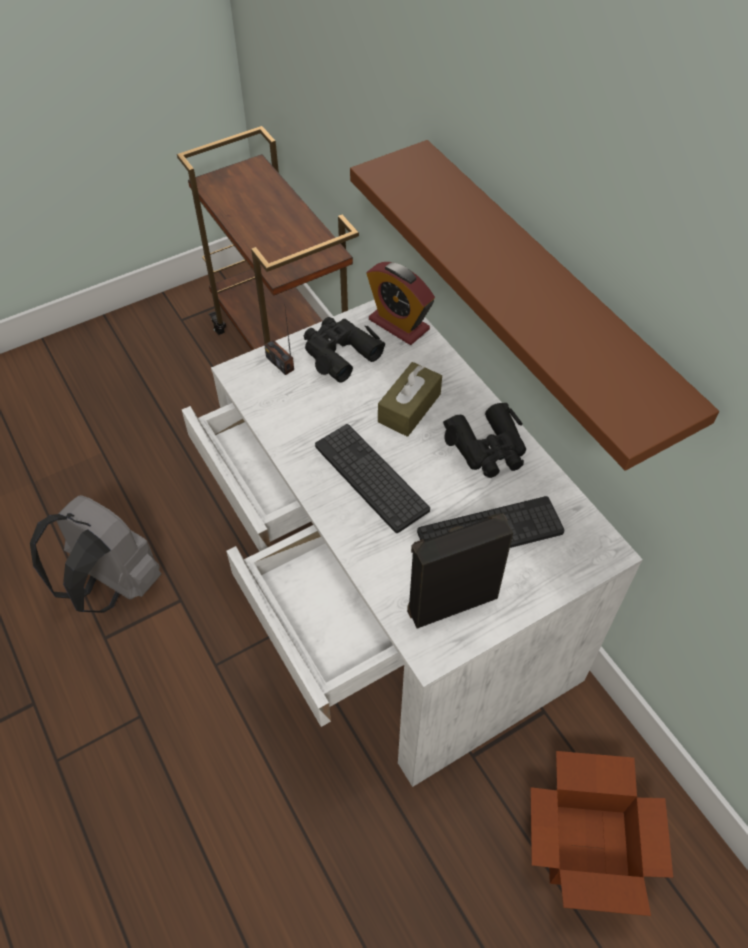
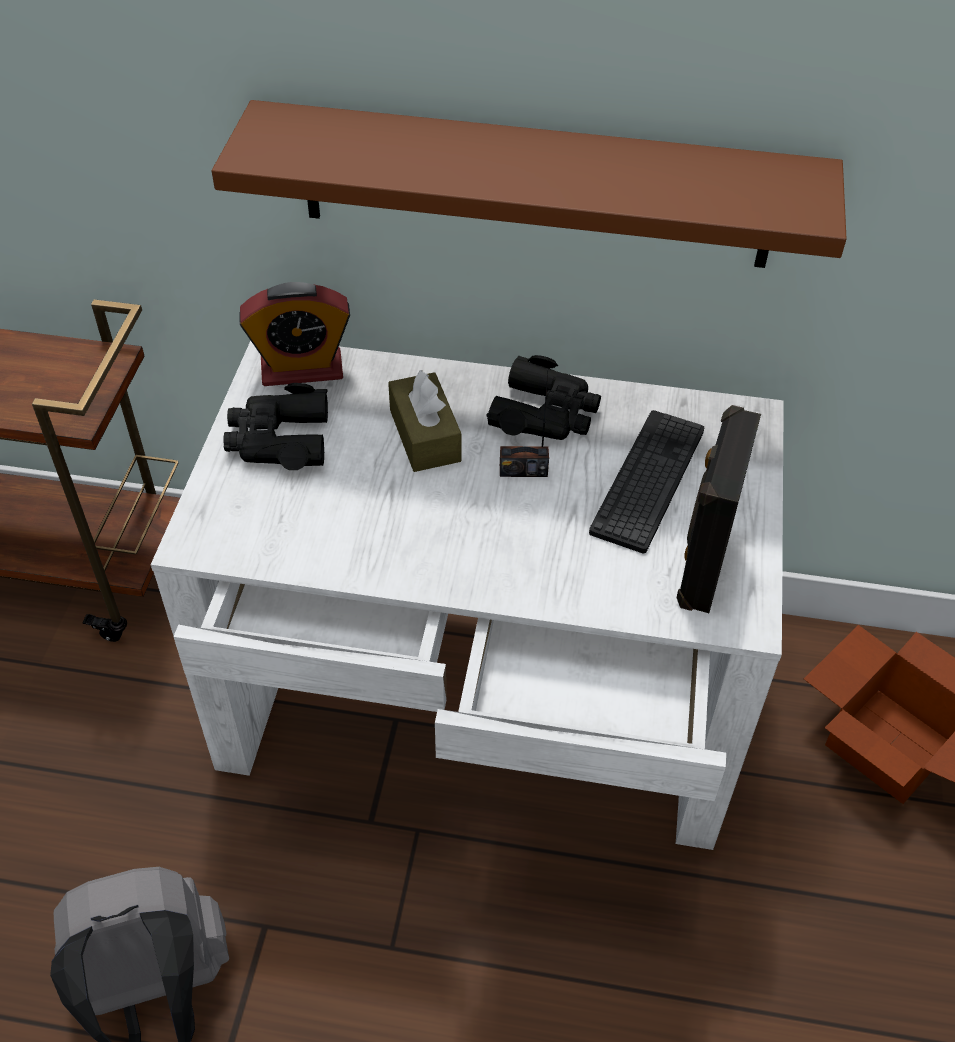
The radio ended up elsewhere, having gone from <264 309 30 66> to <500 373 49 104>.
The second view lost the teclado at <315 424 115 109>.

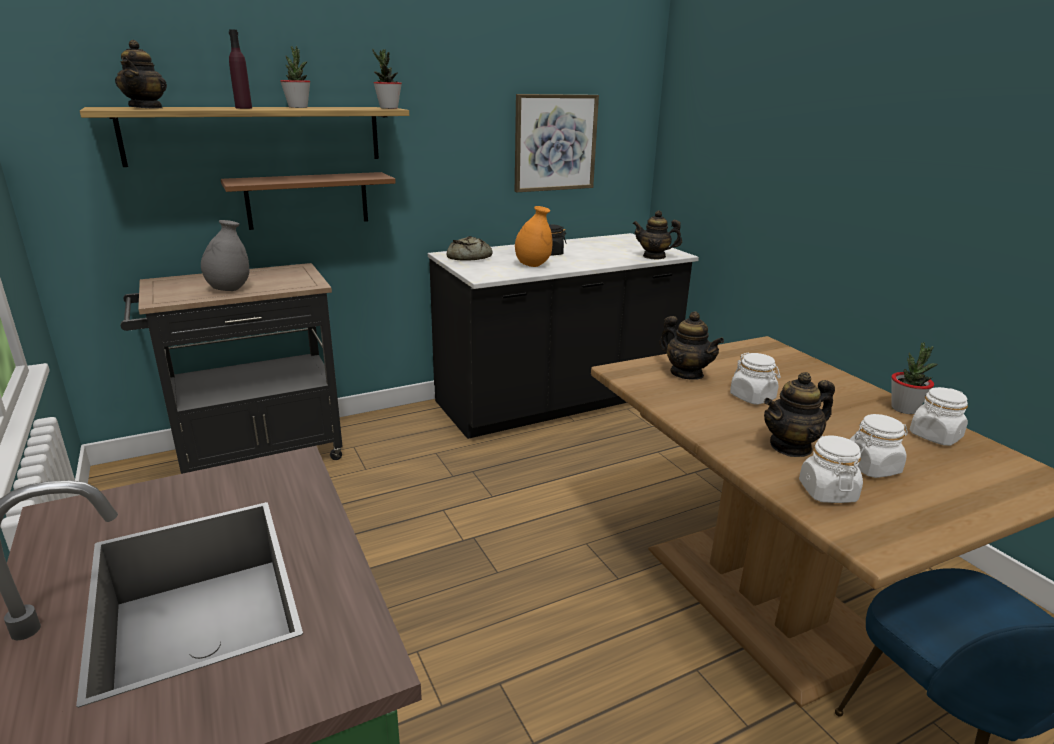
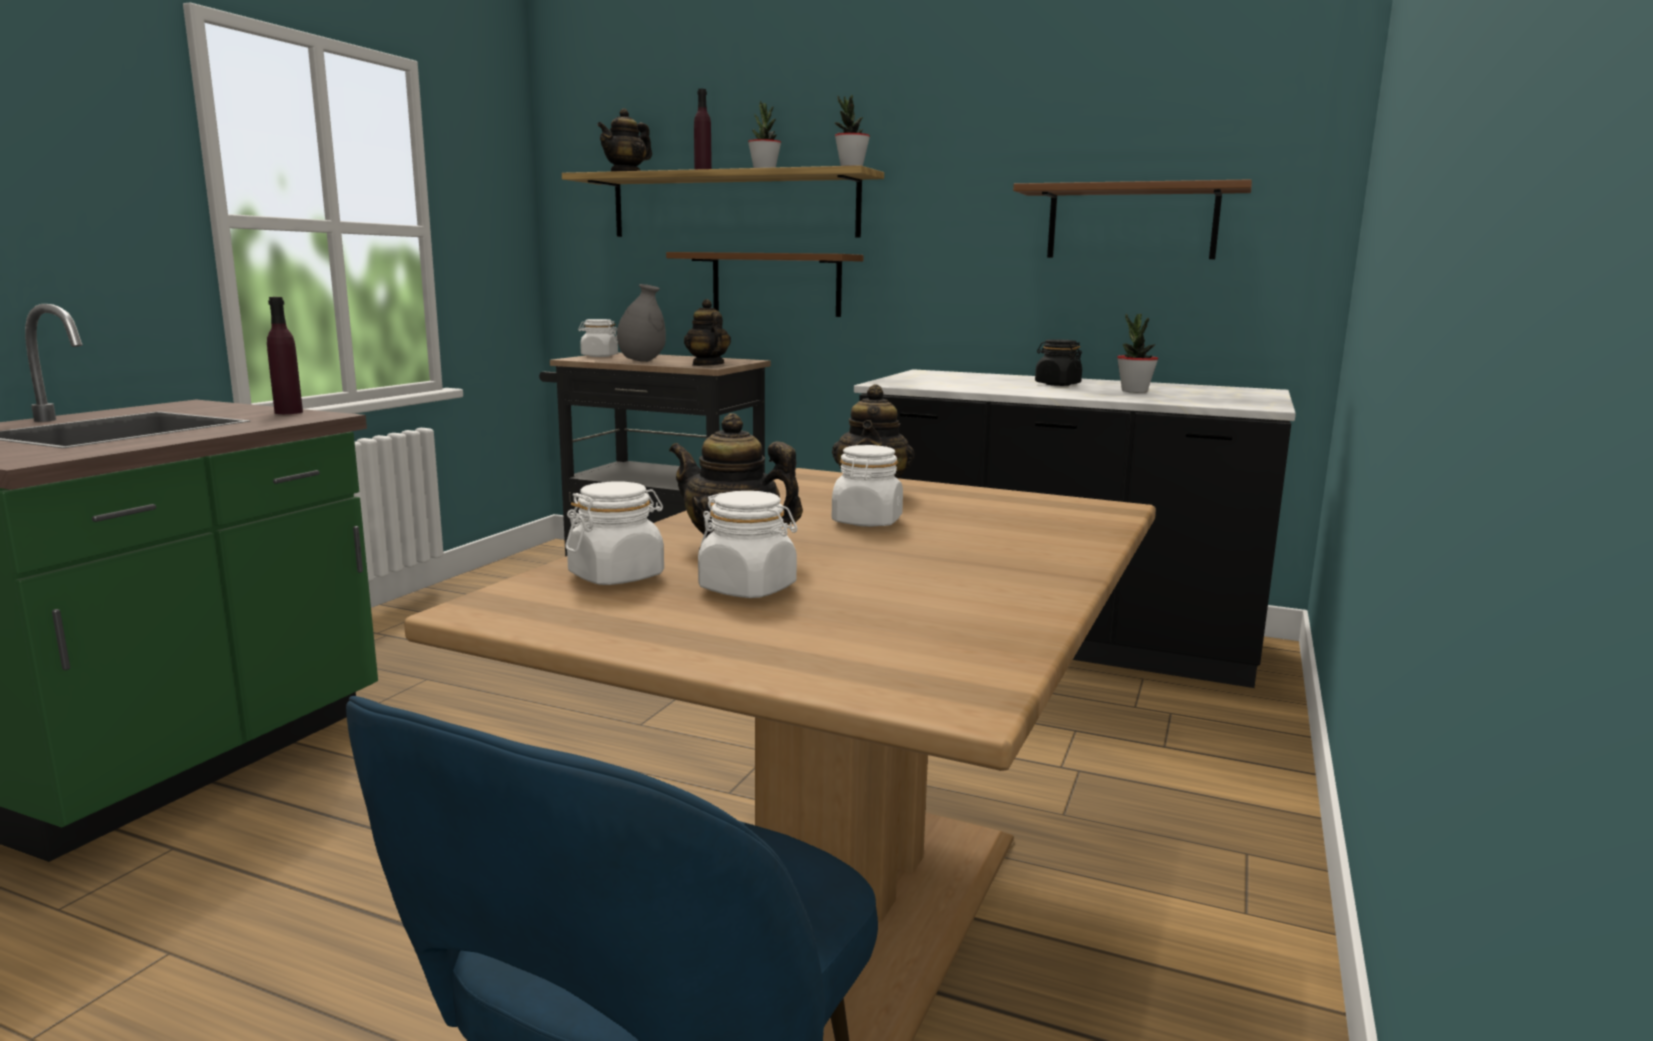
The second view gained the botella (morado) at <267 297 36 117>.
The tarro (blanco) ended up elsewhere, having gone from <910 387 58 59> to <578 319 40 38>.
The tetera ended up elsewhere, having gone from <633 211 49 49> to <684 299 47 67>.
Where the cuadro hung at <515 94 84 98>, the estante (marrón) came to hang at <1013 179 239 80>.
The planta en maceta ended up elsewhere, having gone from <891 342 47 72> to <1117 314 41 79>.
The second view lost the pan at <447 236 46 24>.
The second view lost the florero (naranja) at <515 206 37 61>.

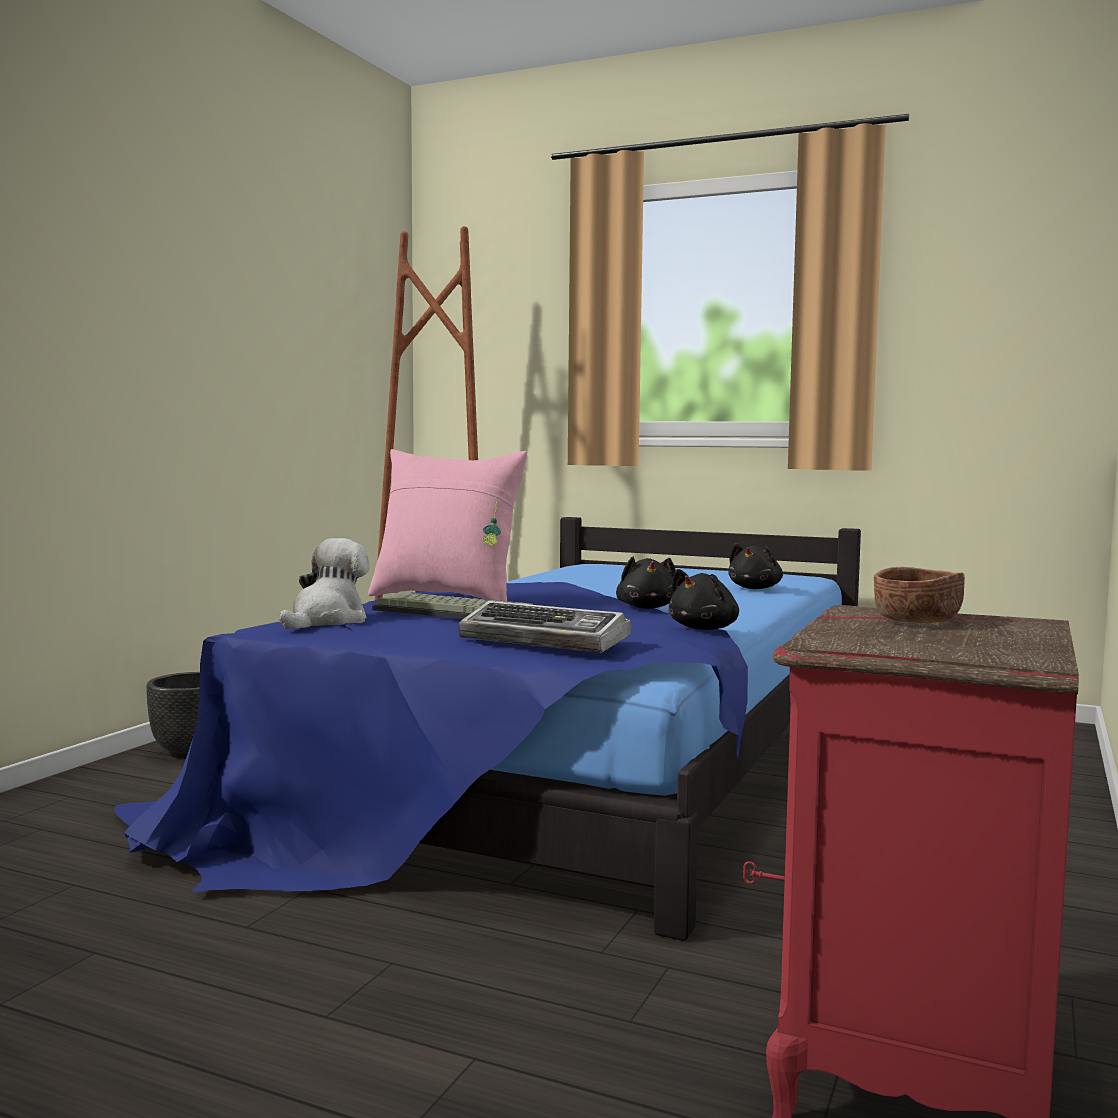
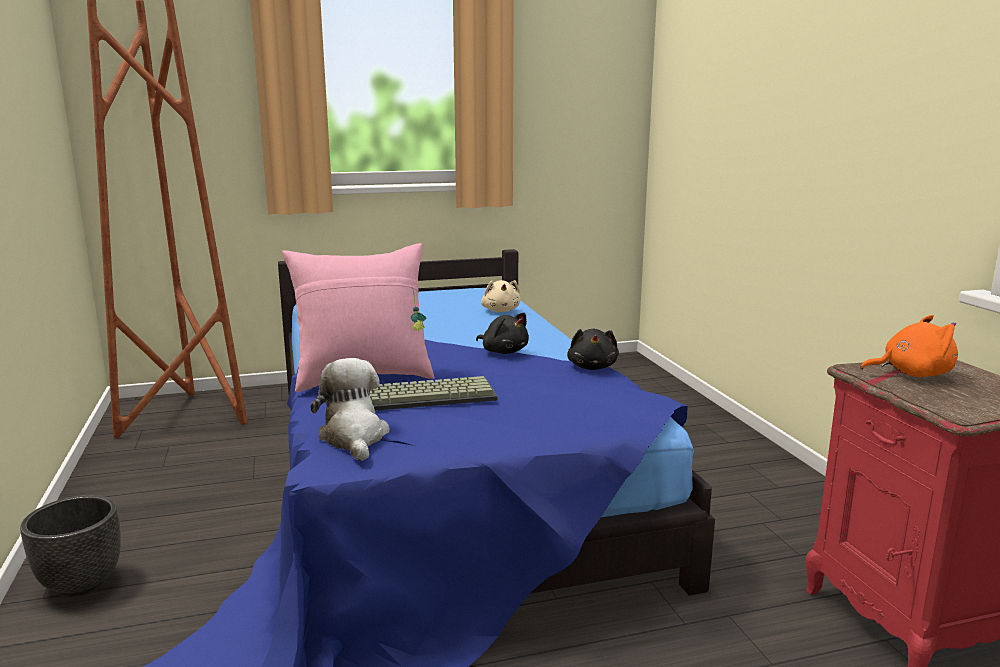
What was the peluche (negro) at <728 543 55 46> turned into the peluche (beis) at <481 280 39 32>.
Where the cuenco (marrón) stood at <874 567 91 56>, the peluche (naranja) came to stand at <860 315 98 62>.
The second view lost the teclado at <459 601 172 52>.

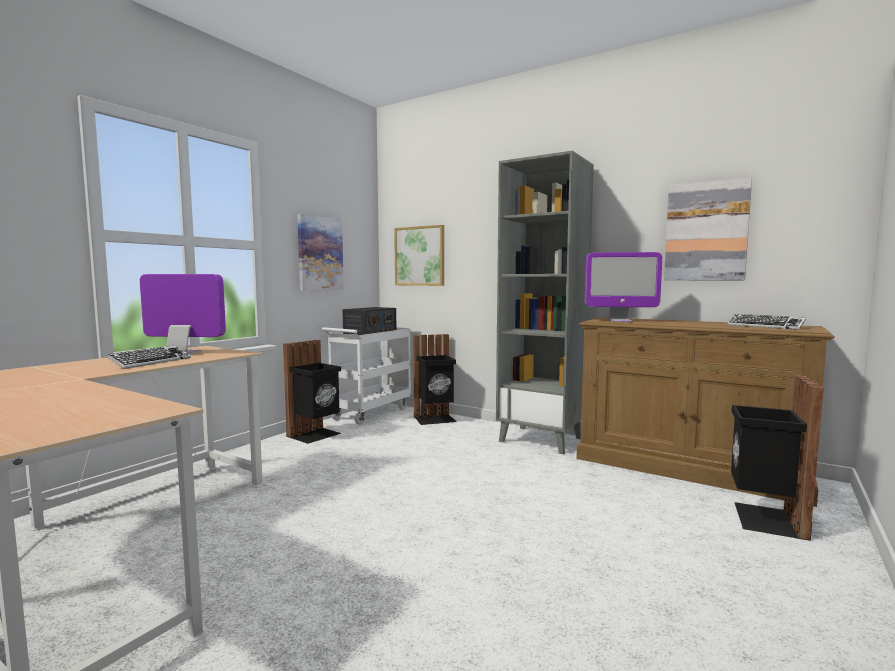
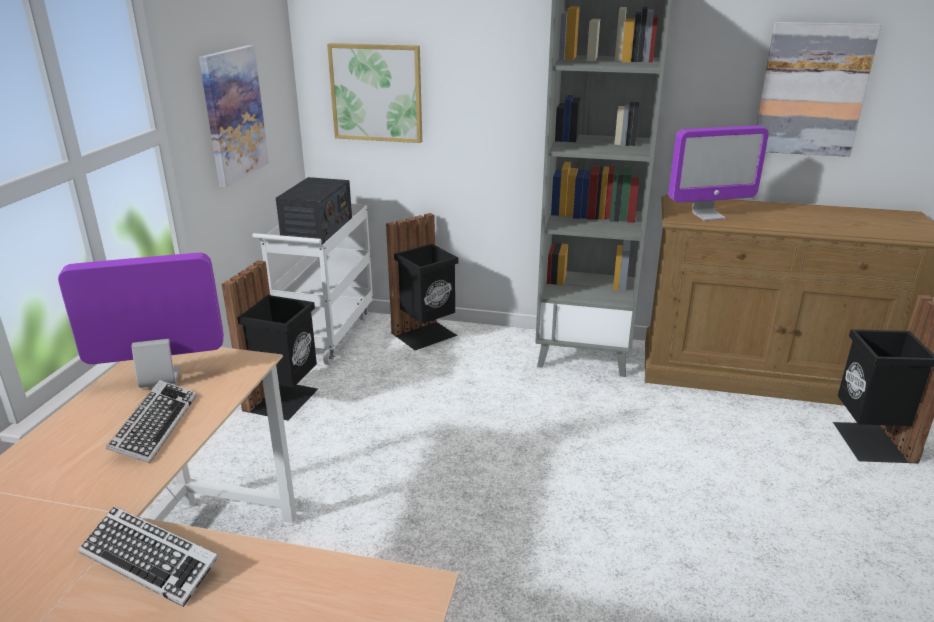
The teclado ended up elsewhere, having gone from <727 314 79 16> to <78 506 141 101>.

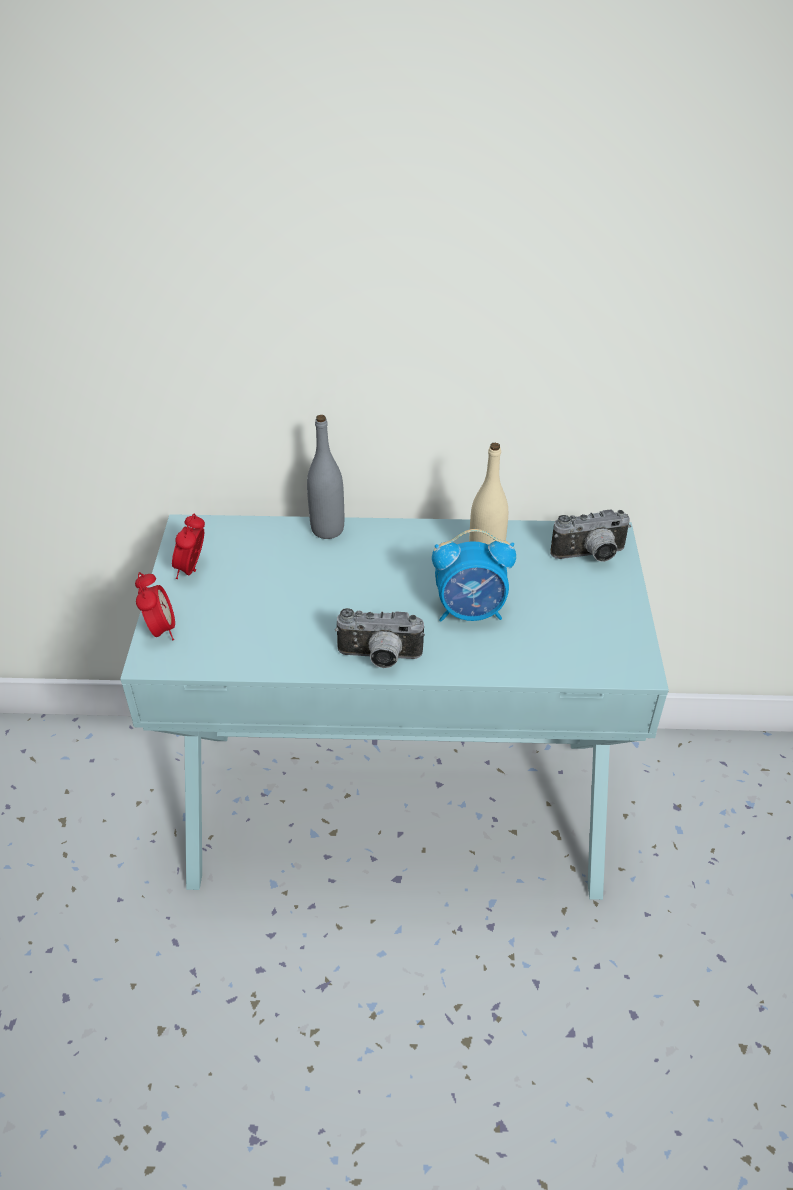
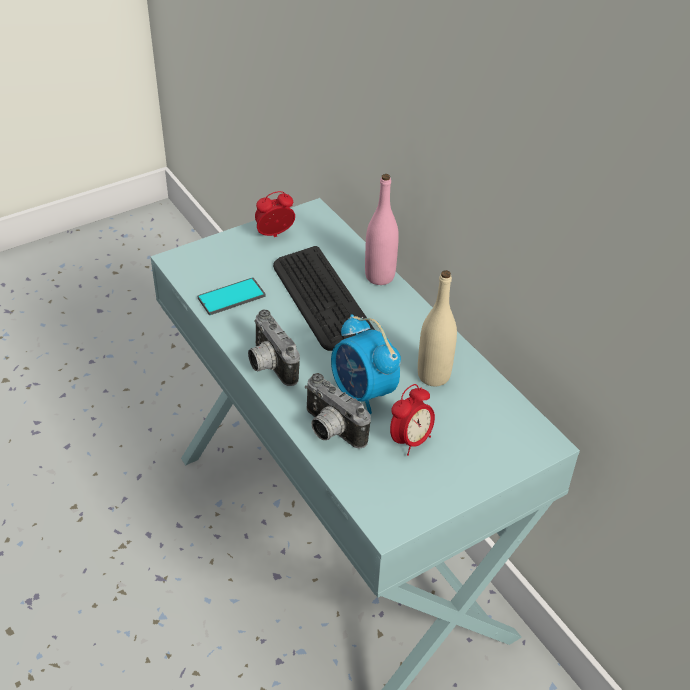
The second view gained the móvil at <198 278 68 37>.
The second view gained the teclado at <273 246 102 105>.
The cámara ended up elsewhere, having gone from <550 509 81 53> to <305 373 66 76>.
What was the botella (gris) at <307 415 37 124> turned into the botella (rosa) at <365 174 34 111>.
The despertador ended up elsewhere, having gone from <135 572 40 68> to <390 384 45 72>.

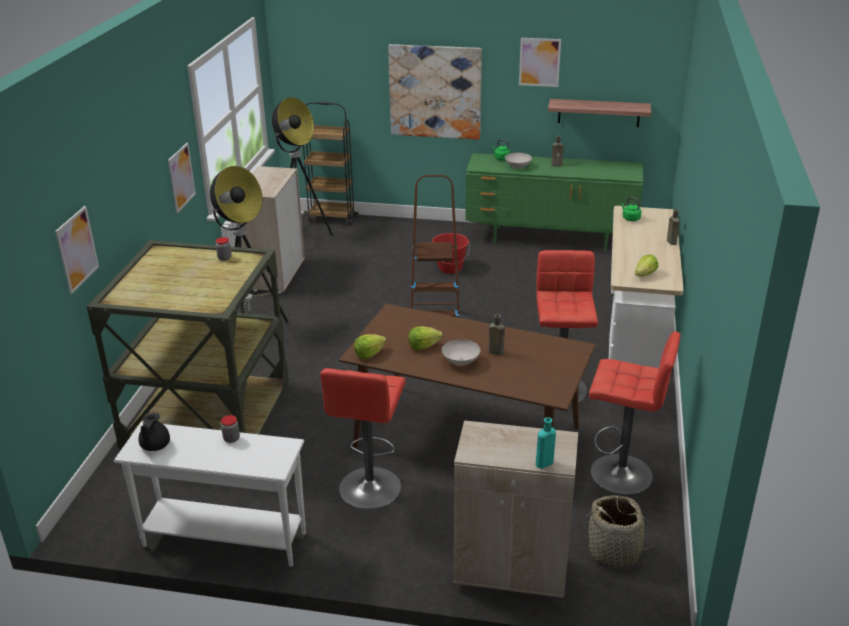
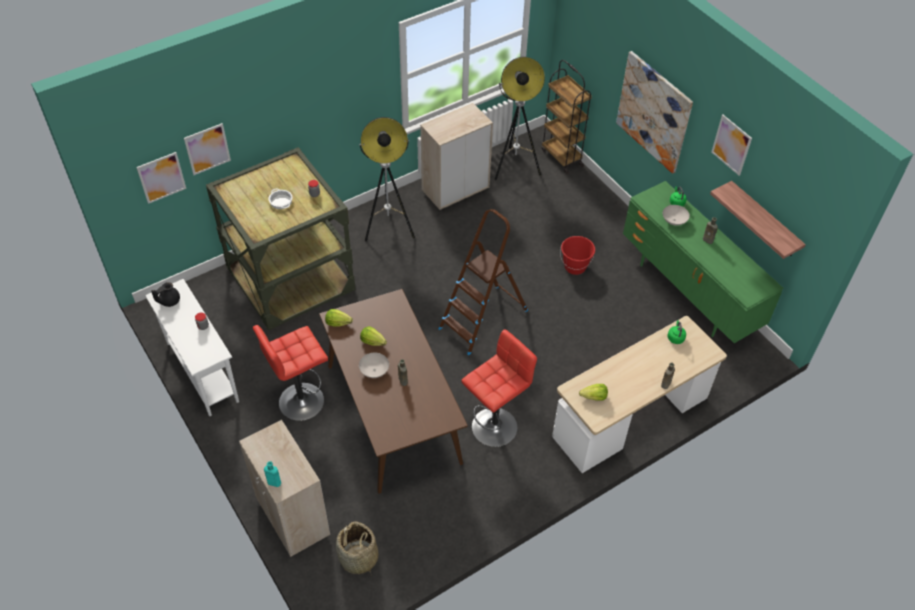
The cuadro ended up elsewhere, having gone from <168 143 28 70> to <136 152 50 52>.
The second view gained the olla at <269 189 23 20>.
The second view lost the taburete (rojo) at <589 332 92 162>.

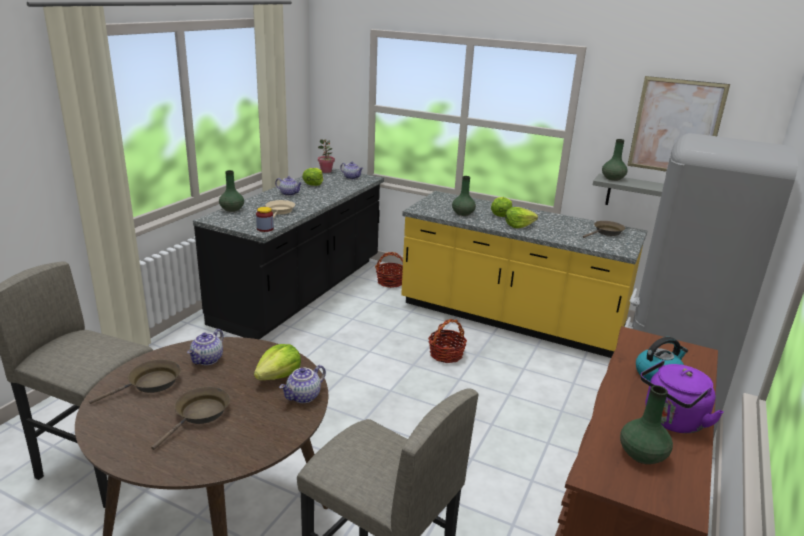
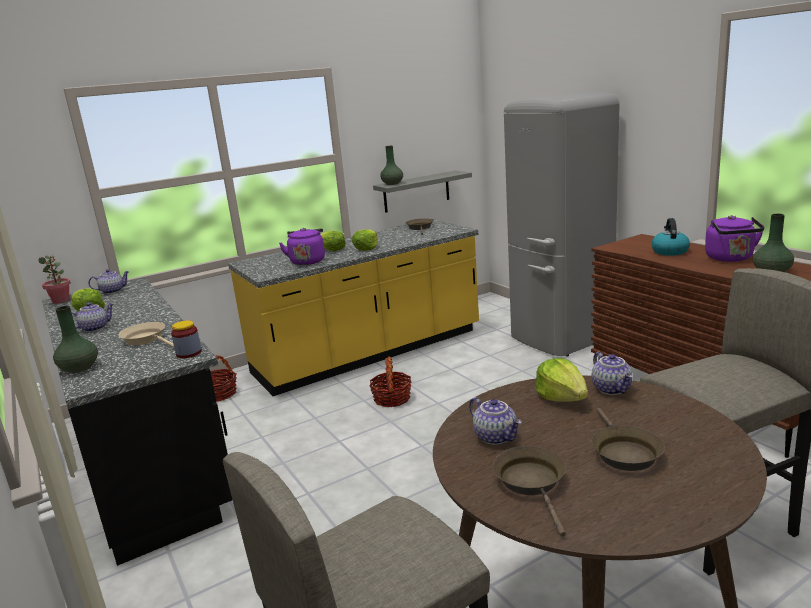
Where the florero (verde) stood at <452 176 24 40>, the hervidor (morado) came to stand at <279 228 46 37>.
The sartén (marrón) at <151 387 79 63> ended up facing another way, 150 degrees counterclockwise from before.
The second view lost the cuadro at <627 76 103 95>.

